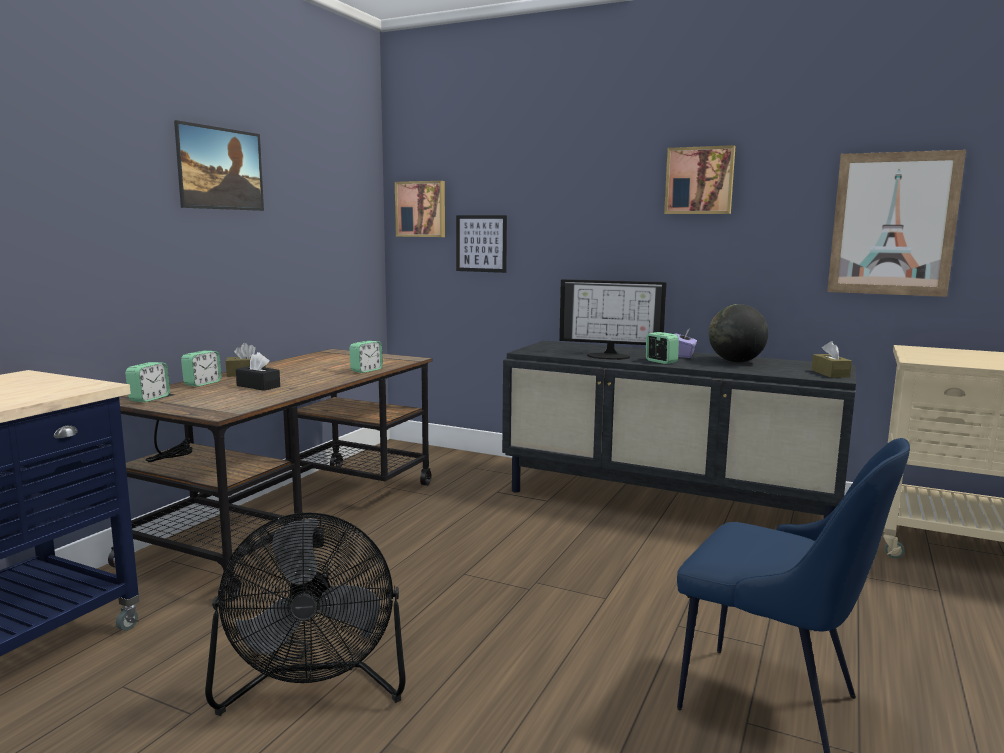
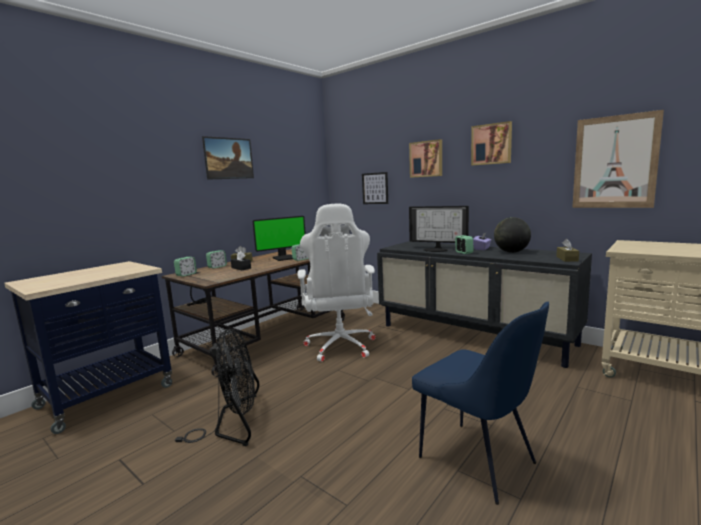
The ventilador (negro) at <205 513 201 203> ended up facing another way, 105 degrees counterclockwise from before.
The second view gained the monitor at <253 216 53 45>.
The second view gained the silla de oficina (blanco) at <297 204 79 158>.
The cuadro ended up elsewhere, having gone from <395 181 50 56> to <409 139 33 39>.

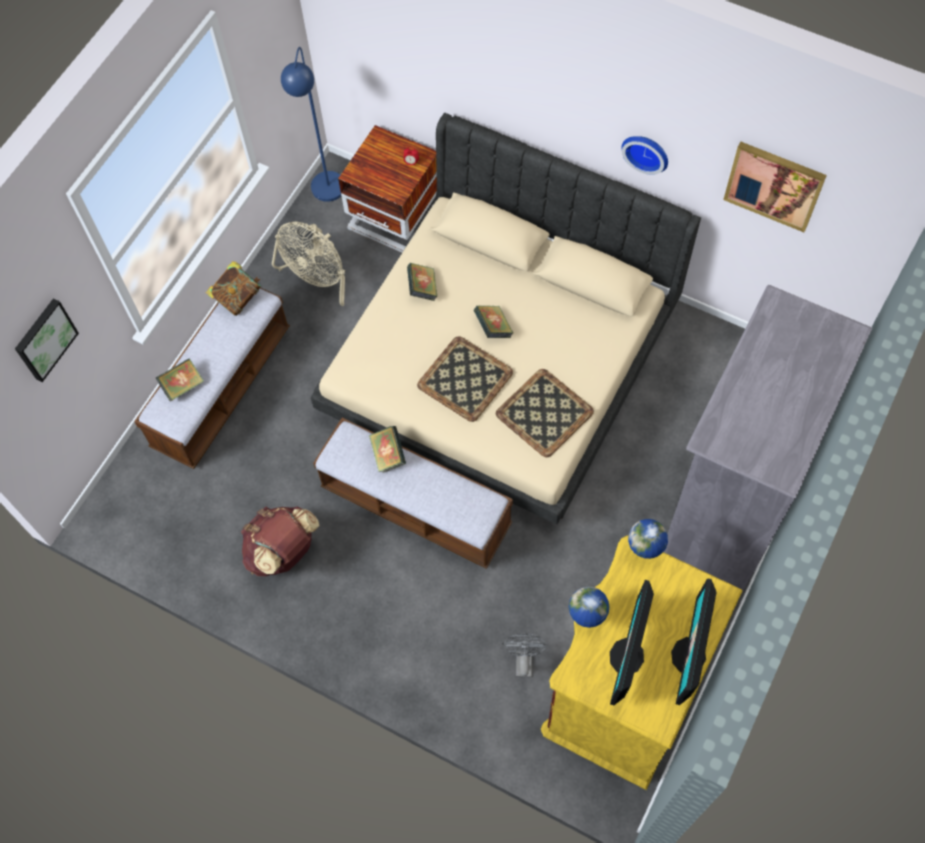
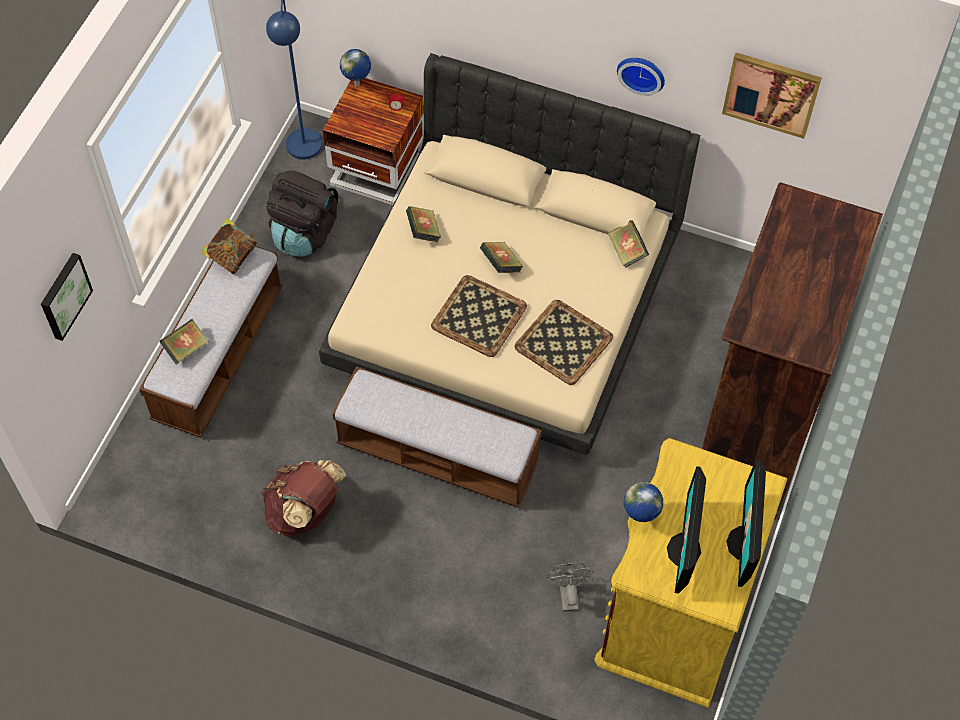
Where the ventilador (beis) stood at <272 222 73 84>, the mochila (negro) came to stand at <267 171 71 86>.
The globo terráqueo ended up elsewhere, having gone from <628 519 40 40> to <340 49 31 38>.
The libro ended up elsewhere, having gone from <369 426 37 47> to <608 220 41 48>.
What was the armario ropero (gris) at <664 285 208 311> turned into the armario ropero (marrón) at <702 183 181 337>.

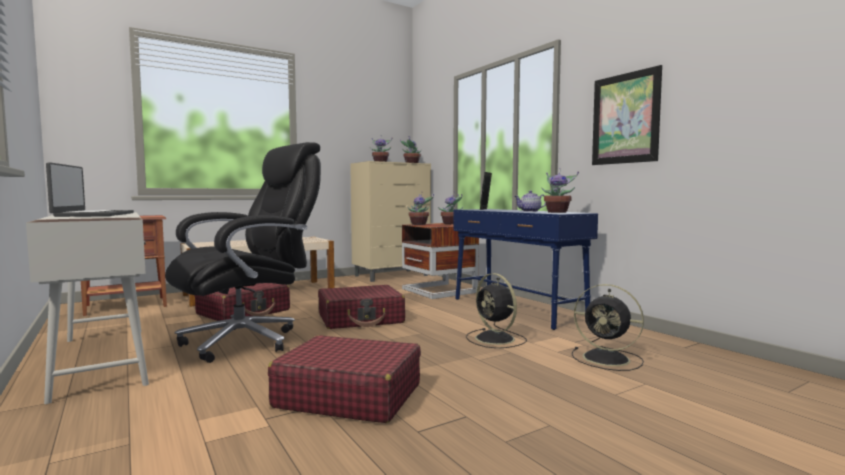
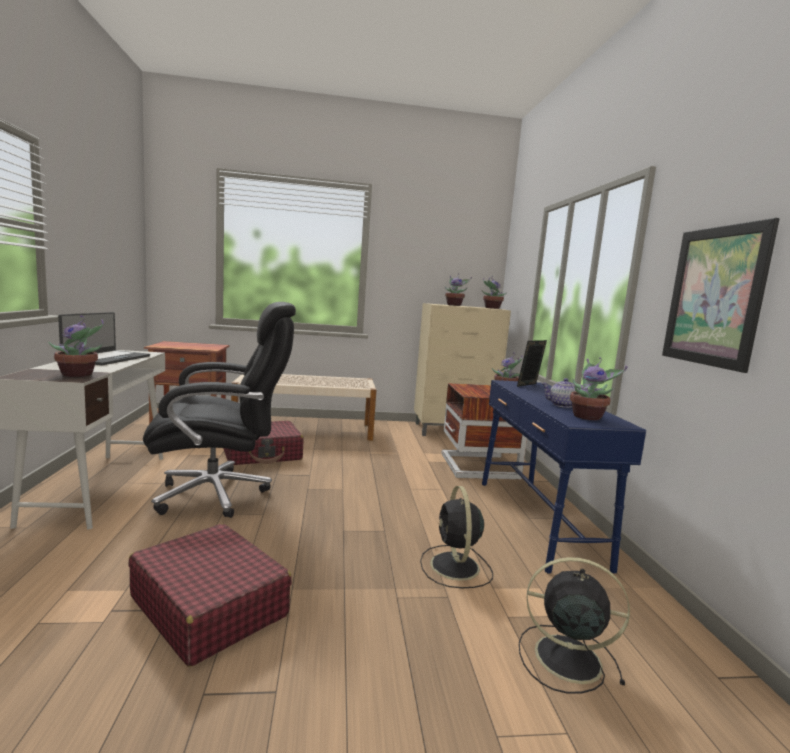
The planta en maceta ended up elsewhere, having gone from <408 191 26 34> to <48 316 56 61>.
The ventilador (negro) at <572 284 72 87> ended up facing another way, 135 degrees clockwise from before.
The second view lost the maleta (rojo) at <318 285 87 44>.

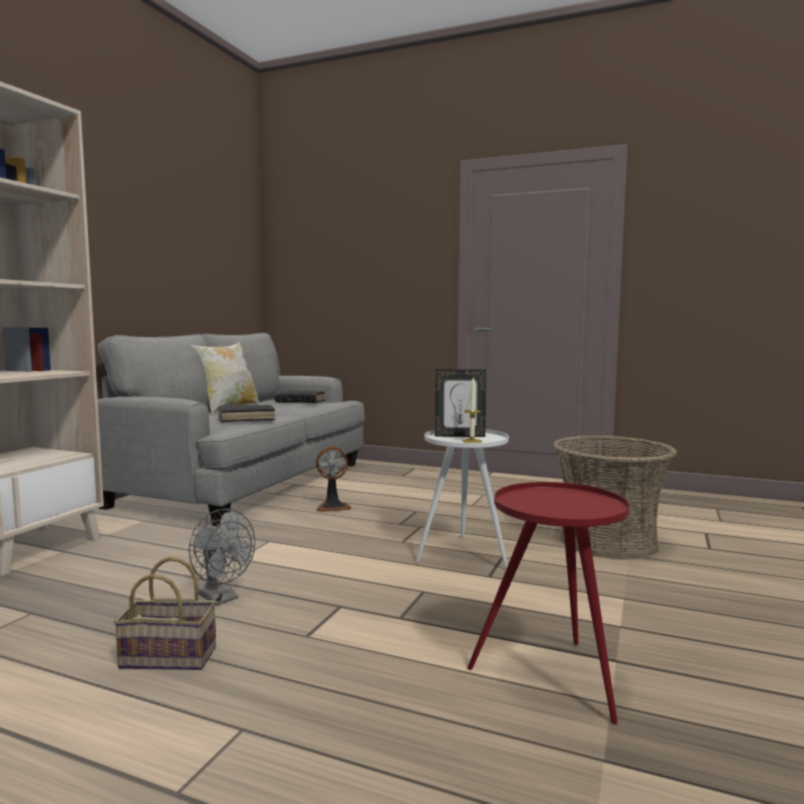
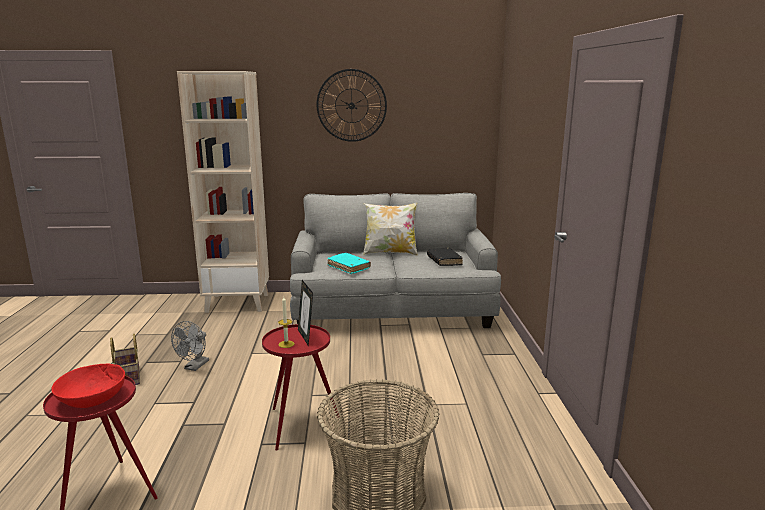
The second view gained the cuenco (rojo) at <51 364 74 44>.
What was the mesa auxiliar (blanco) at <416 429 93 141> turned into the mesa auxiliar (rojo) at <262 324 77 127>.
The second view gained the reloj de pared at <317 69 70 73>.
What was the libro (negro) at <219 405 56 17> turned into the libro (turquesa) at <328 253 43 21>.
The second view lost the ventilador at <316 446 35 66>.

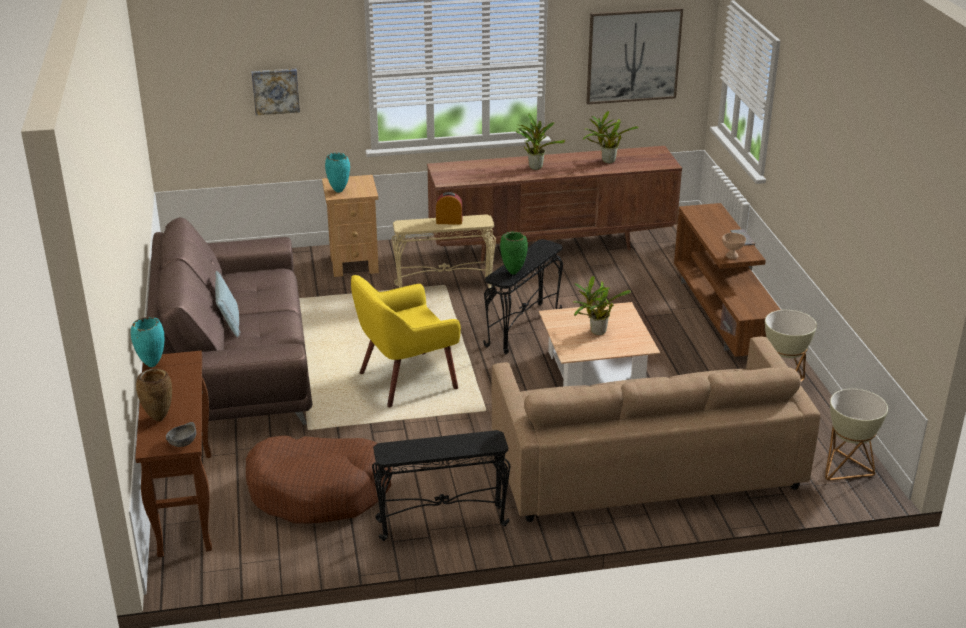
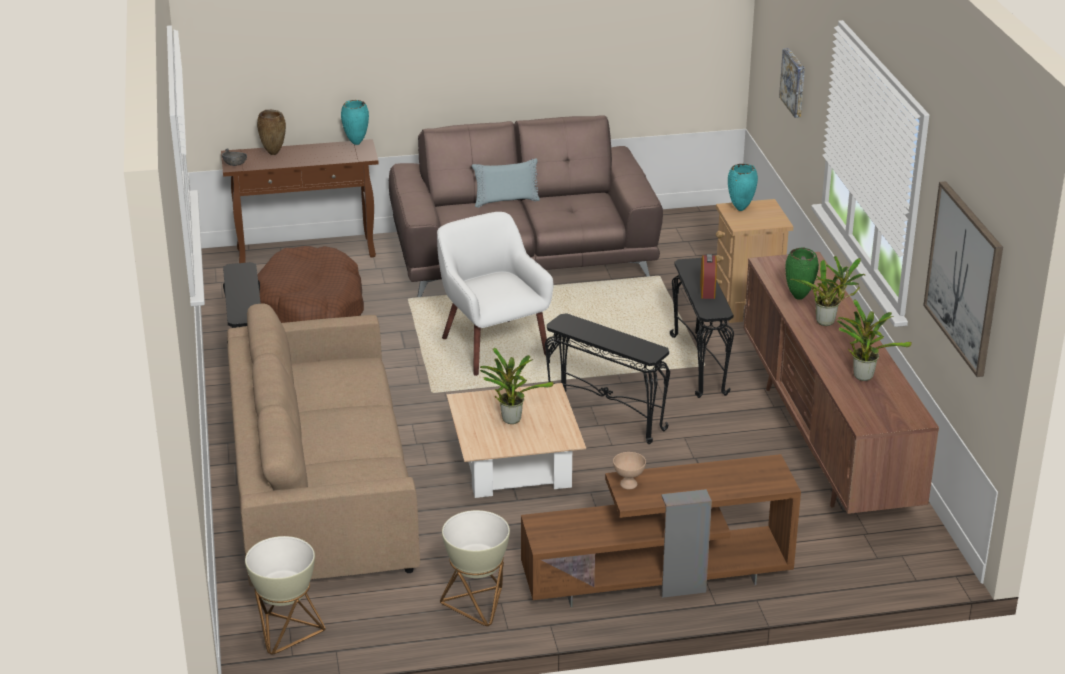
What was the sillón (amarillo) at <351 275 110 132> turned into the sillón (blanco) at <437 212 117 164>.
What was the mesa auxiliar (beis) at <392 214 104 76> turned into the mesa auxiliar (negro) at <670 258 64 140>.
The florero (verde) ended up elsewhere, having gone from <500 232 28 43> to <785 247 34 53>.

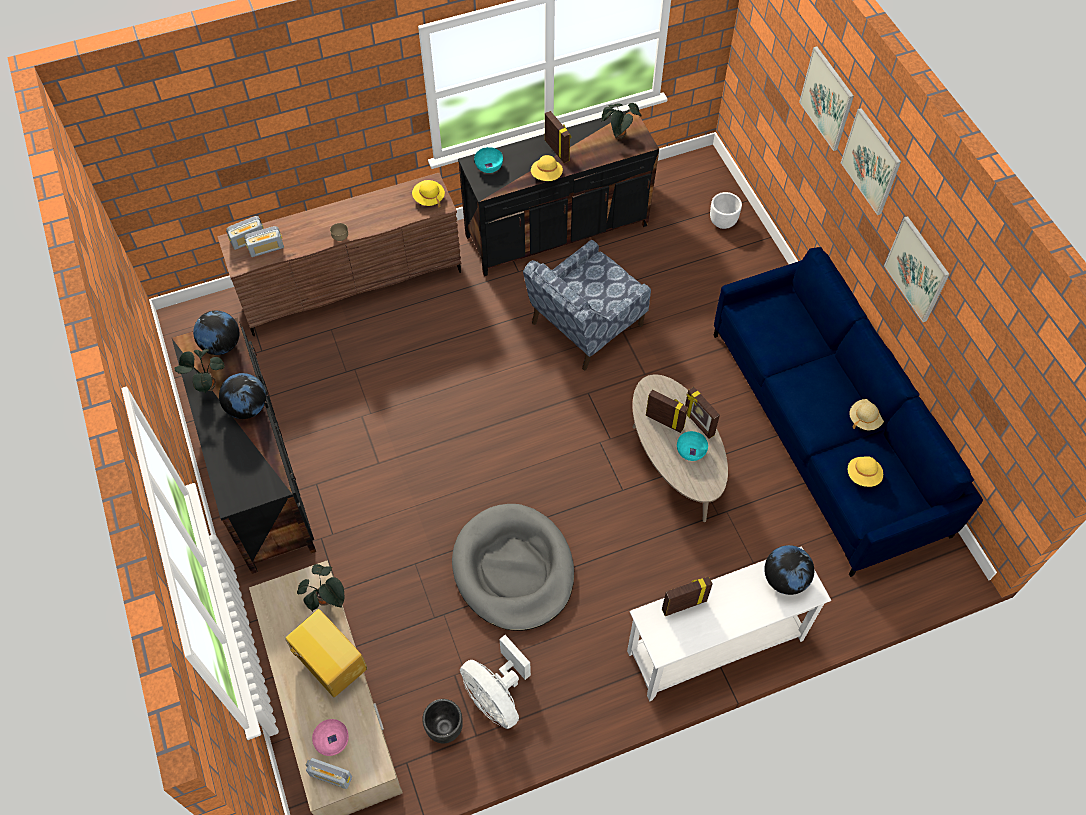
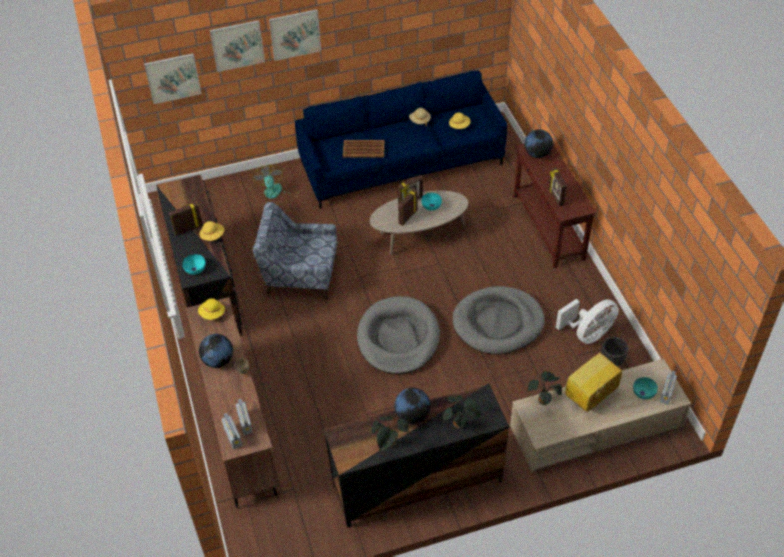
The cuadro ended up elsewhere, having gone from <884 216 66 106> to <144 54 57 50>.
The globo terráqueo ended up elsewhere, having gone from <193 311 46 44> to <199 334 34 34>.
The second view gained the ventilador at <253 165 40 41>.
The sillón (azul) at <523 240 128 130> ended up facing another way, 135 degrees clockwise from before.
The second view gained the bandeja (marrón) at <343 140 42 18>.
The second view gained the cama para perro (gris) at <357 296 83 78>.
The planta en maceta ended up elsewhere, having gone from <601 103 41 36> to <443 395 38 34>.
What was the mesa consola (blanco) at <627 546 204 155> turned into the mesa consola (marrón) at <513 144 84 124>.
What was the cuenco (rosa) at <312 719 37 37> turned into the cuenco (turquesa) at <633 377 25 23>.
The second view lost the maceta (blanco) at <710 192 32 37>.

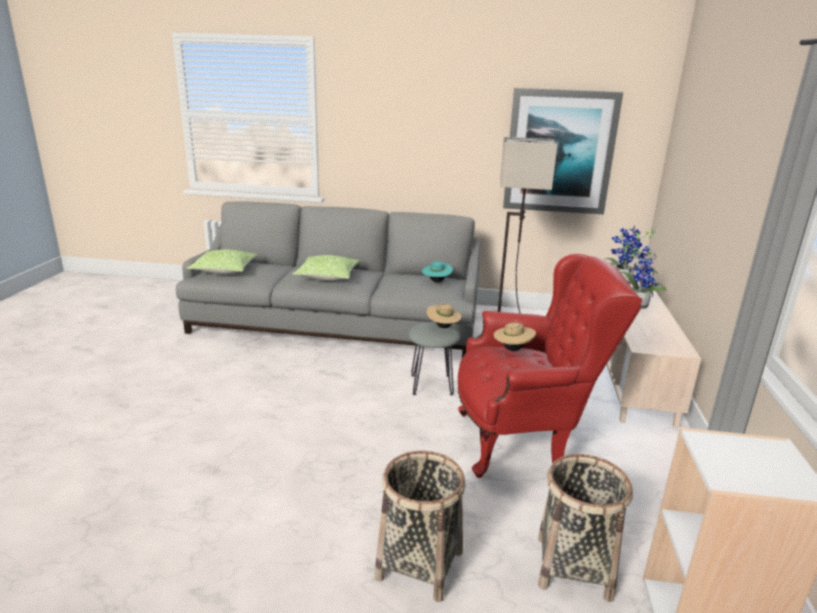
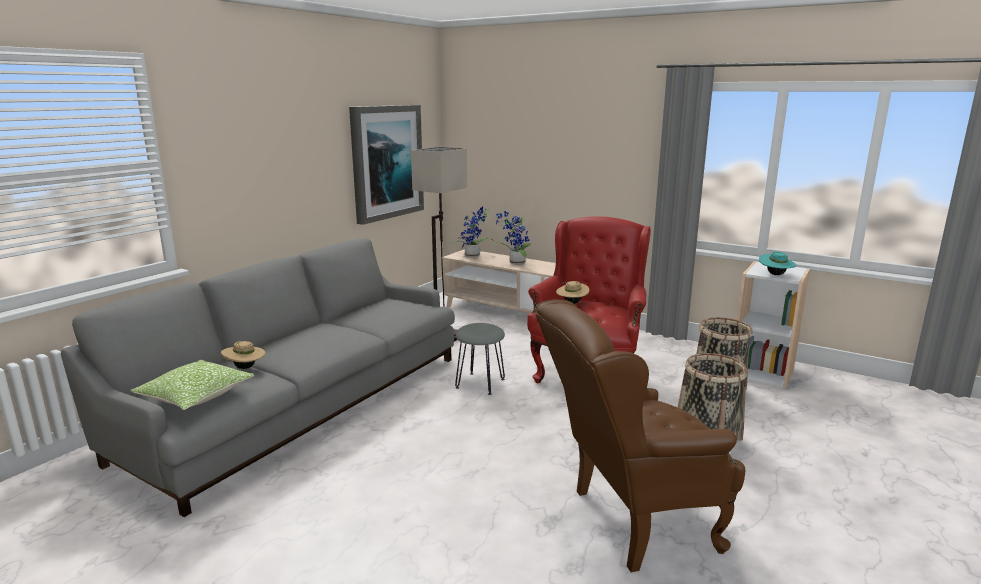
The sombrero (beis) ended up elsewhere, having gone from <426 303 36 25> to <221 341 45 28>.
The second view gained the sillón (marrón) at <536 299 209 273>.
The sombrero (turquesa) ended up elsewhere, having gone from <422 261 31 22> to <759 252 37 23>.
The second view lost the cojín at <292 255 68 26>.

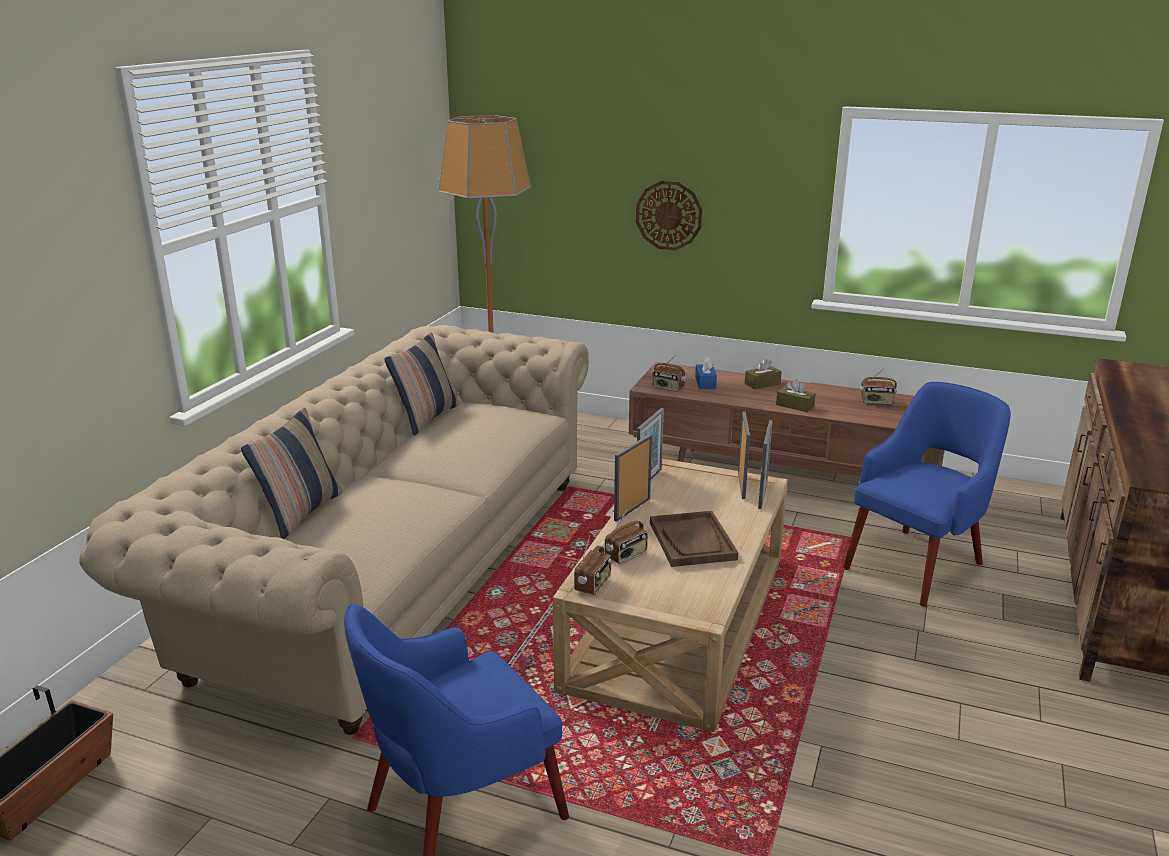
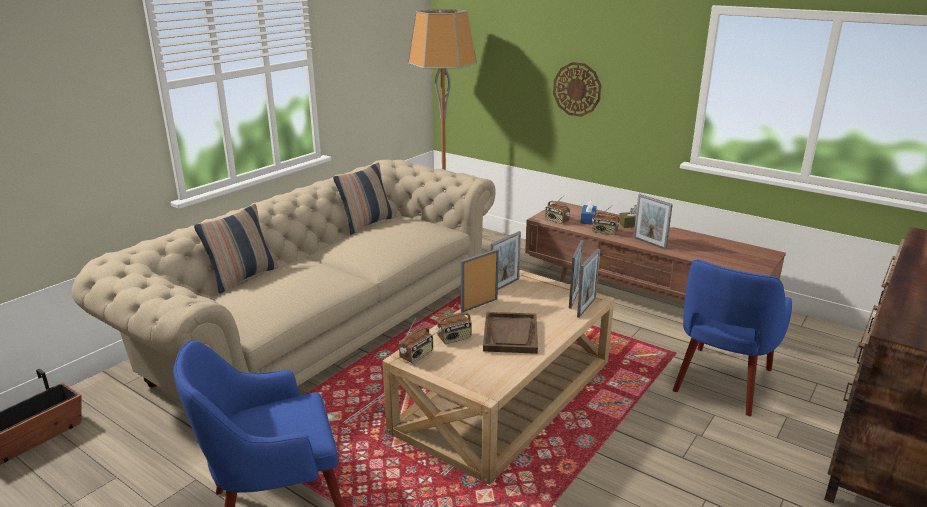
The radio ended up elsewhere, having gone from <860 367 37 37> to <592 205 28 30>.
Where the caja de pañuelos (marrón) stood at <776 379 40 33>, the portarretratos came to stand at <633 194 40 56>.
The sillón (azul) at <843 382 168 225> ended up facing another way, 150 degrees clockwise from before.

